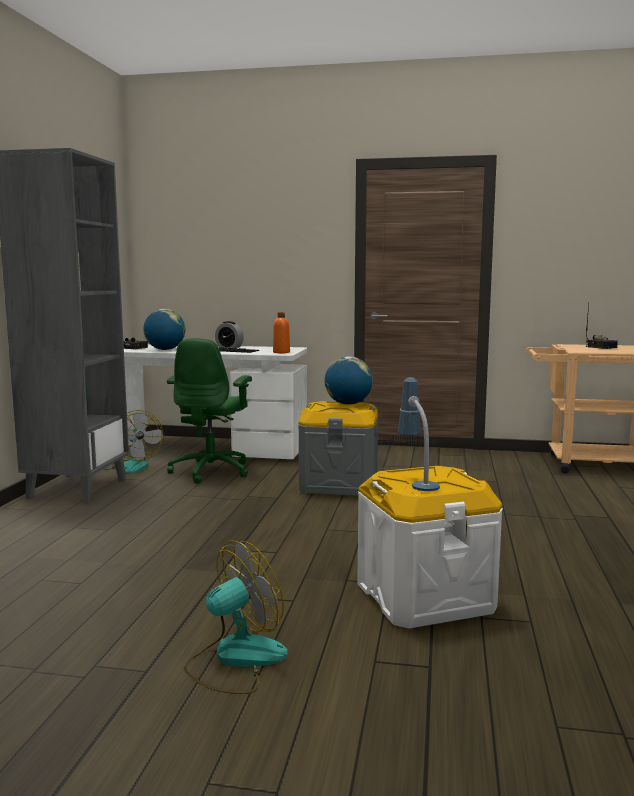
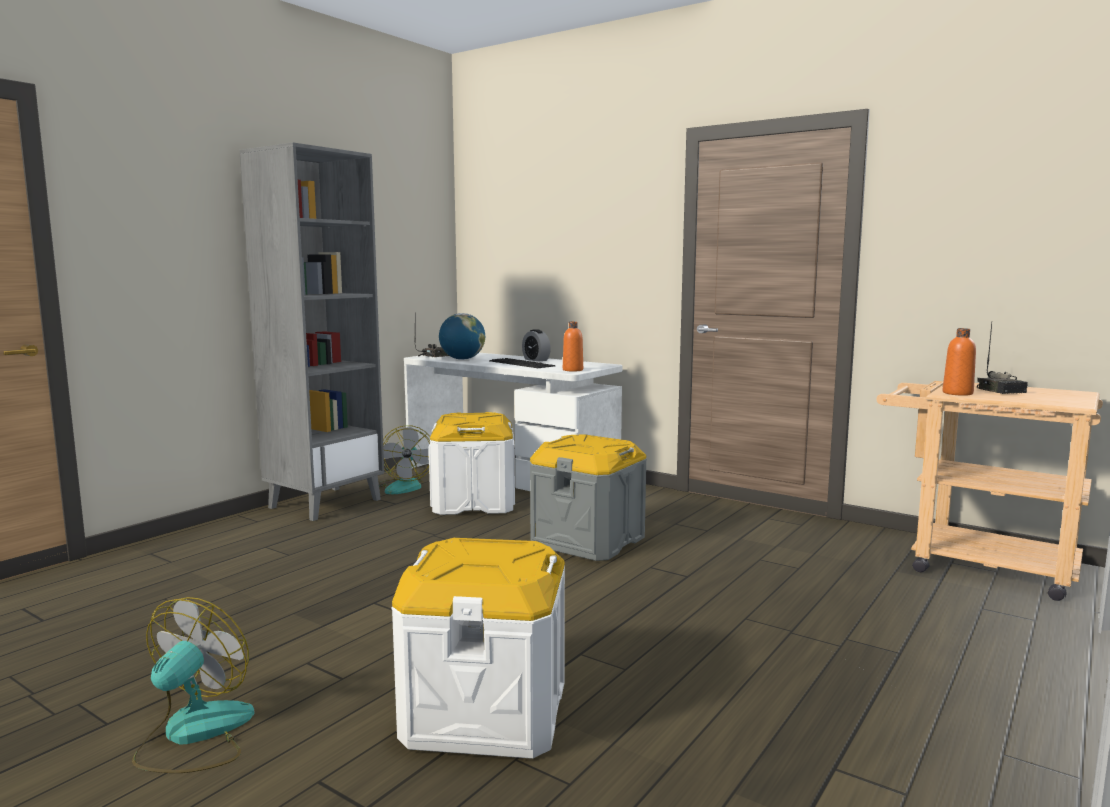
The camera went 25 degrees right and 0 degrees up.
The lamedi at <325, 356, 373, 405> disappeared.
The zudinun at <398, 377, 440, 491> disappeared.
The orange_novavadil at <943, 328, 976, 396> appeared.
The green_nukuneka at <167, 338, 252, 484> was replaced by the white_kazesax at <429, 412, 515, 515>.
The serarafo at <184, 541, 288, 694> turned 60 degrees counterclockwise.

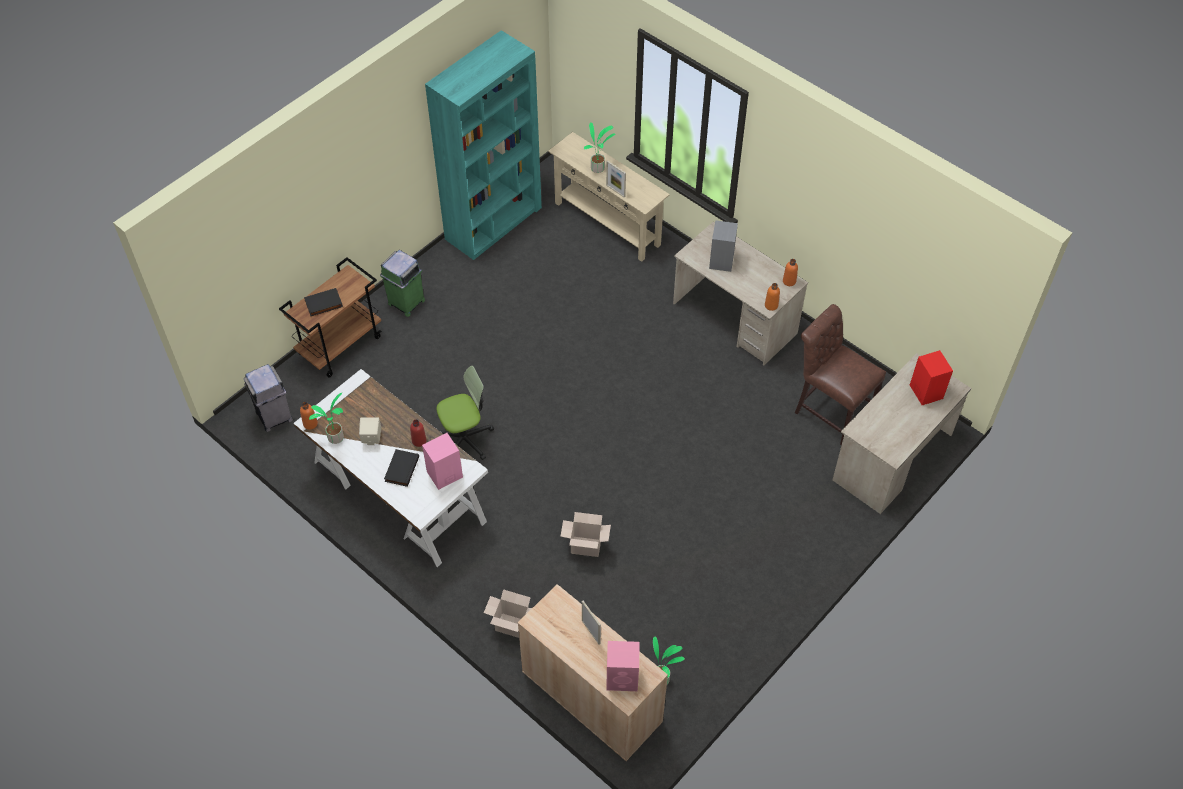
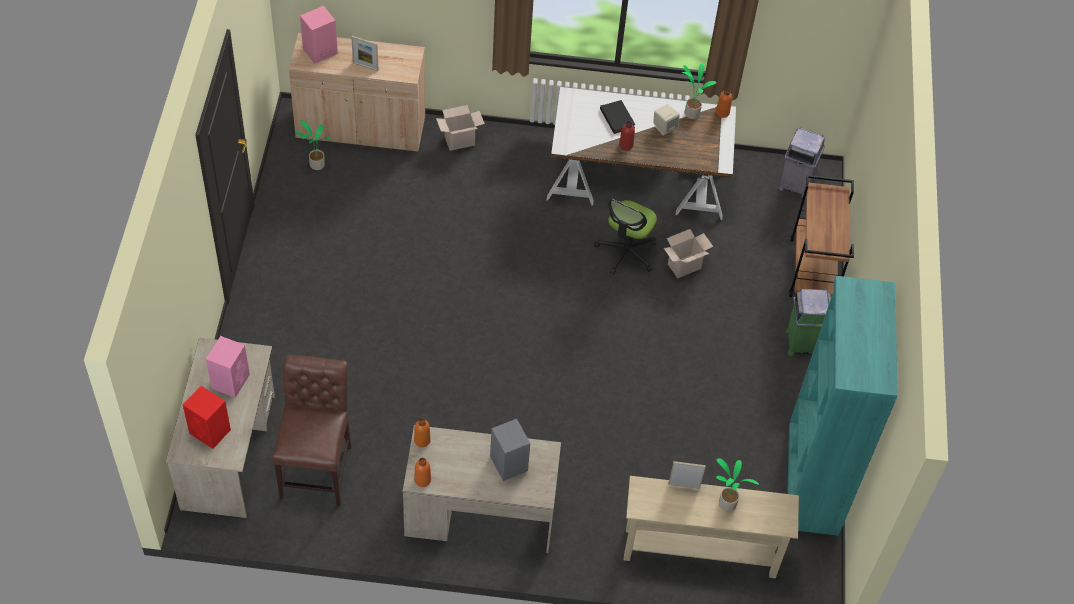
The camera went 140 degrees right and 0 degrees up.
The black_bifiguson at <304, 288, 343, 316> disappeared.
The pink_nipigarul moved from <422, 433, 463, 490> to <206, 336, 250, 398>.
The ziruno moved from <560, 512, 611, 557> to <664, 229, 713, 278>.
The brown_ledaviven at <795, 304, 886, 445> turned 90 degrees counterclockwise.

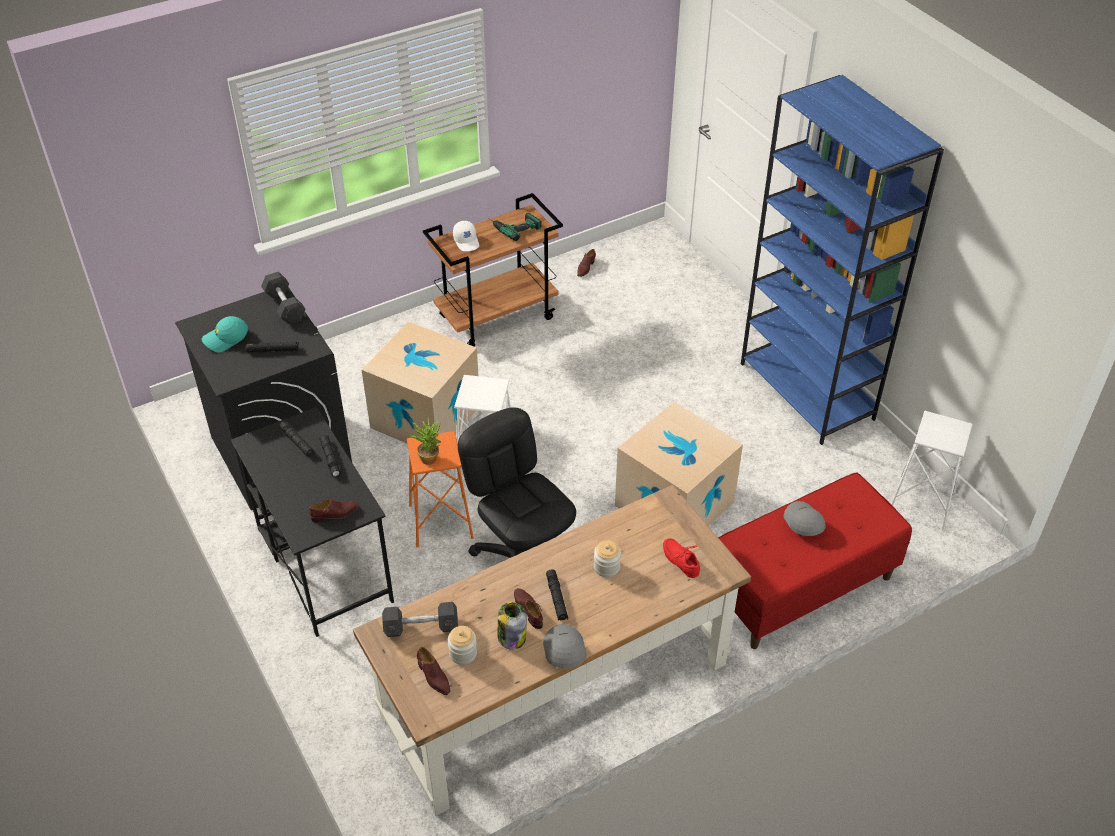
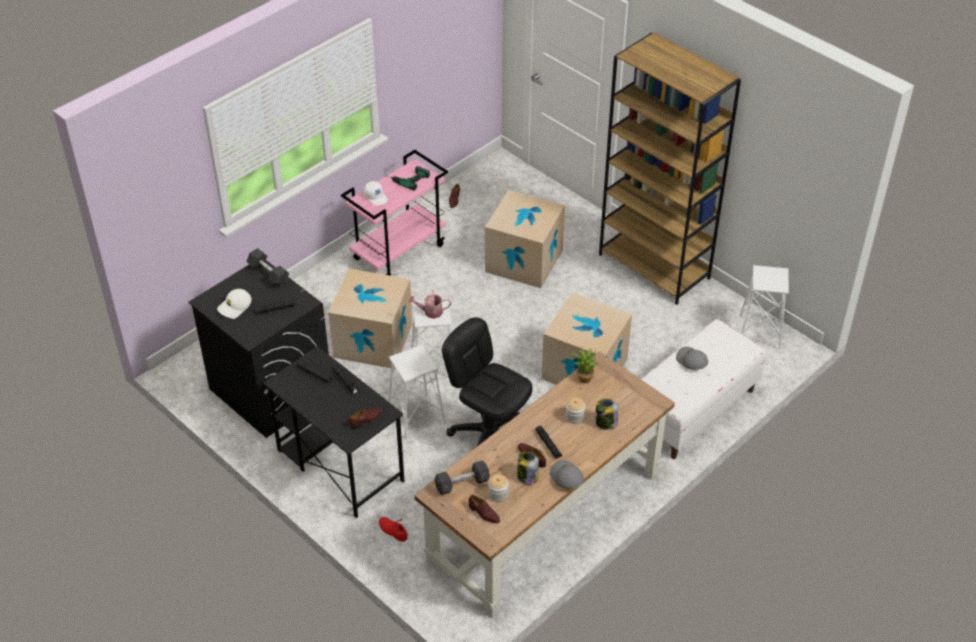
The camera went 15 degrees left and 0 degrees up.
The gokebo at <408, 290, 451, 319> appeared.
The ziruno at <485, 190, 565, 288> appeared.
The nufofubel at <596, 399, 618, 430> appeared.
The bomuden moved from <410, 418, 442, 465> to <572, 346, 599, 383>.
The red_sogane moved from <663, 538, 700, 578> to <379, 517, 408, 542>.
The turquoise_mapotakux at <202, 316, 248, 353> became the white_mapotakux at <217, 289, 251, 319>.
The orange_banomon at <407, 431, 474, 547> became the white_banomon at <388, 345, 446, 439>.
The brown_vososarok at <423, 193, 563, 347> became the pink_vososarok at <341, 150, 448, 276>.
The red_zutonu at <718, 472, 912, 649> became the white_zutonu at <641, 319, 766, 459>.
The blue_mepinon at <741, 75, 944, 445> became the brown_mepinon at <599, 33, 741, 305>.

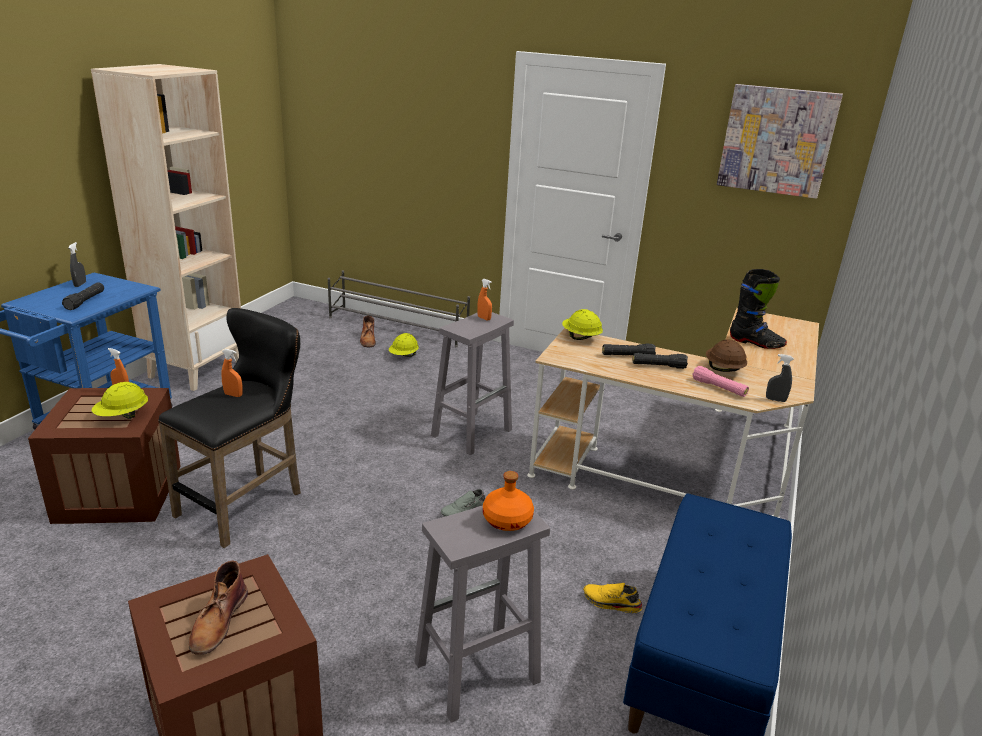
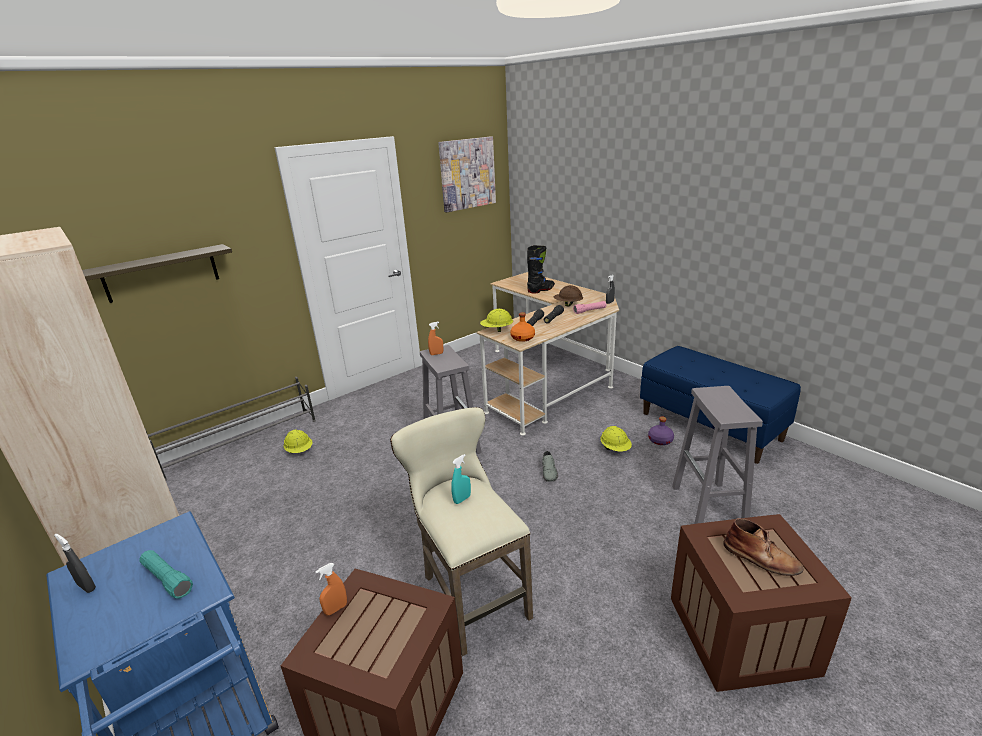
The camera went 60 degrees left and 0 degrees up.
The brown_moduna at <360, 316, 376, 347> disappeared.
The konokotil at <82, 244, 232, 303> appeared.
The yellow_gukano moved from <92, 382, 148, 419> to <600, 426, 632, 451>.
The orange_novavadil moved from <483, 471, 534, 531> to <510, 312, 535, 342>.
The yellow_sogane at <583, 583, 642, 613> was replaced by the purple_novavadil at <648, 416, 674, 445>.
The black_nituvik at <62, 282, 104, 310> became the turquoise_nituvik at <139, 550, 193, 599>.
The black_banomon at <158, 308, 301, 548> became the beige_banomon at <390, 407, 533, 656>.
The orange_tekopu at <221, 349, 243, 397> became the turquoise_tekopu at <451, 454, 471, 504>.

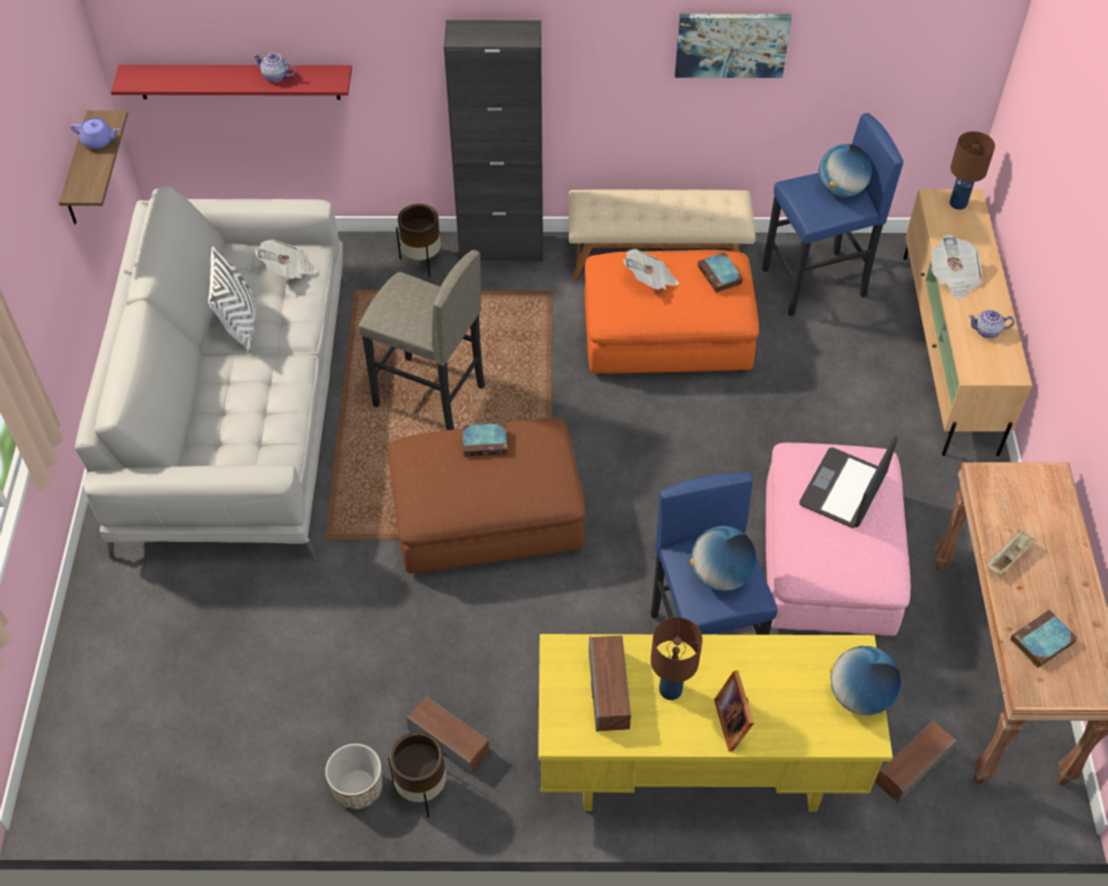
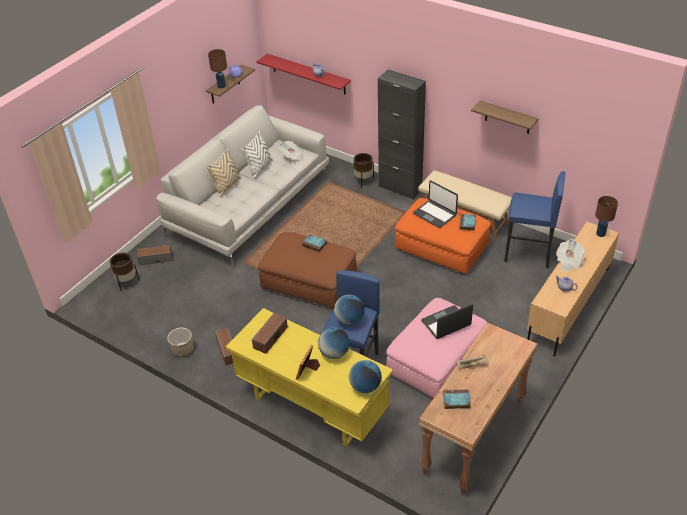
The camera went 35 degrees right and 10 degrees down.
The grey_banomon at <358, 250, 485, 430> disappeared.
The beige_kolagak at <206, 148, 241, 198> appeared.
The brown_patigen moved from <388, 732, 446, 817> to <110, 253, 140, 291>.
The brown_zudinun moved from <651, 617, 703, 700> to <208, 49, 227, 89>.
The lamedi moved from <818, 144, 872, 197> to <318, 327, 350, 359>.
The nipigarul moved from <875, 720, 957, 804> to <137, 245, 172, 265>.
The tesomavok at <623, 249, 679, 290> was replaced by the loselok at <413, 181, 458, 228>.
The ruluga at <675, 14, 792, 78> was replaced by the konokotil at <471, 101, 539, 134>.

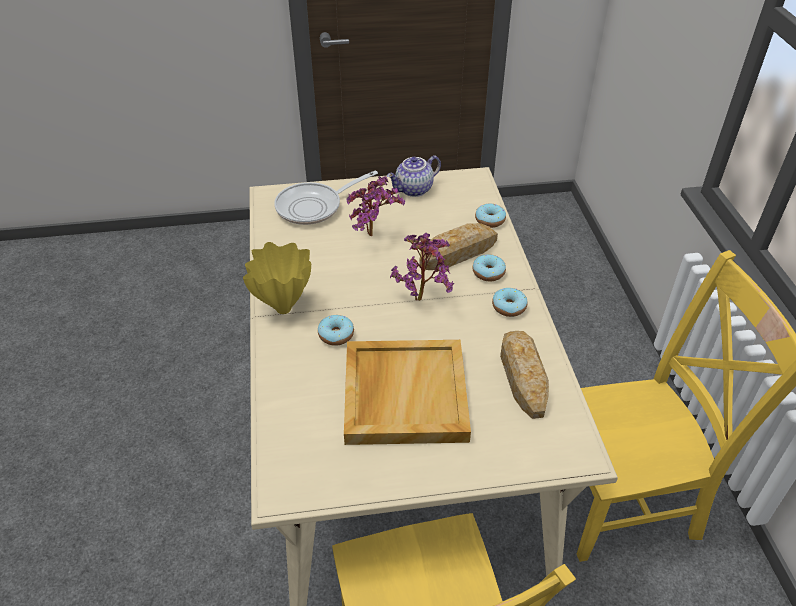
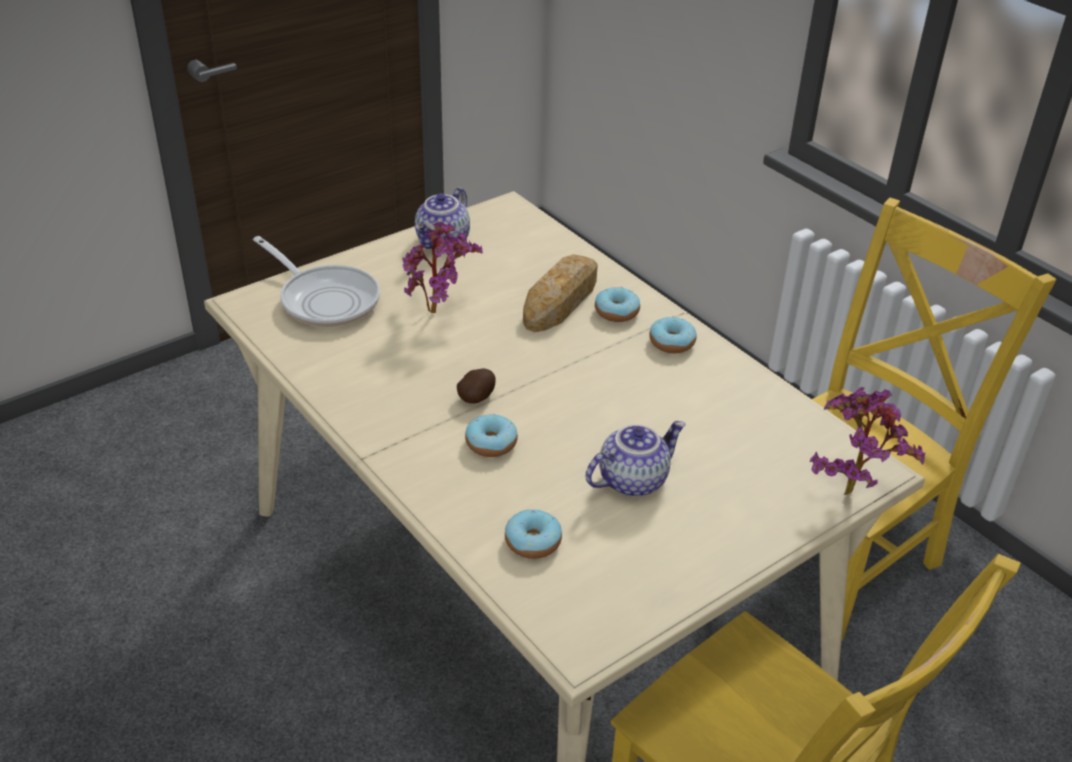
The camera went 30 degrees left and 5 degrees down.
The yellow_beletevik at <243, 242, 311, 314> disappeared.
The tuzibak at <500, 331, 549, 419> disappeared.
The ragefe at <457, 368, 496, 404> appeared.
The bomuden moved from <390, 233, 454, 301> to <810, 387, 925, 495>.
The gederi moved from <475, 203, 506, 228> to <505, 509, 562, 559>.
The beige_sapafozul at <344, 340, 471, 445> was replaced by the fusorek at <586, 421, 686, 497>.
The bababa at <274, 170, 378, 225> turned 75 degrees counterclockwise.

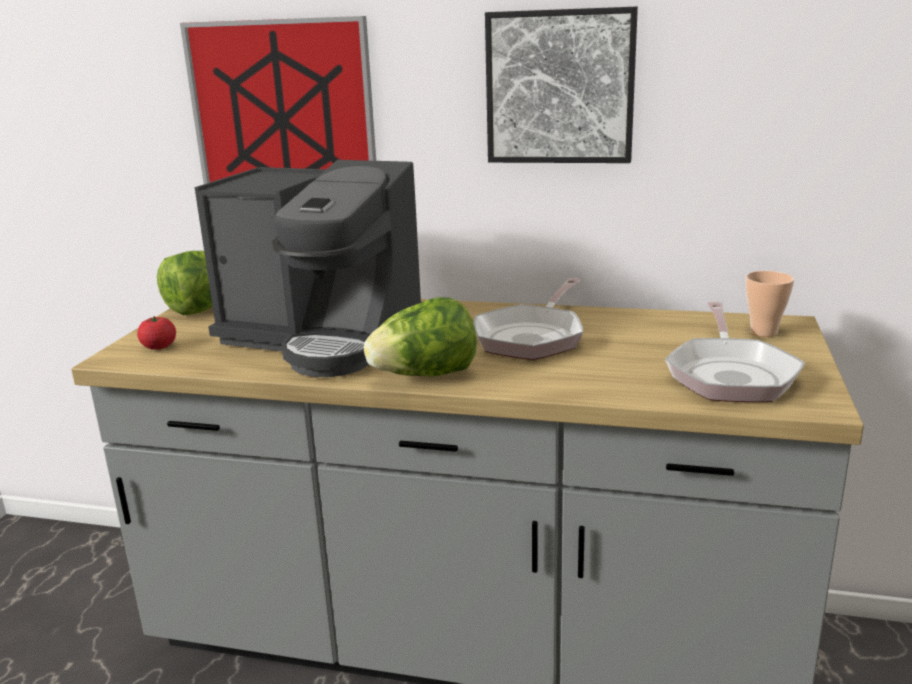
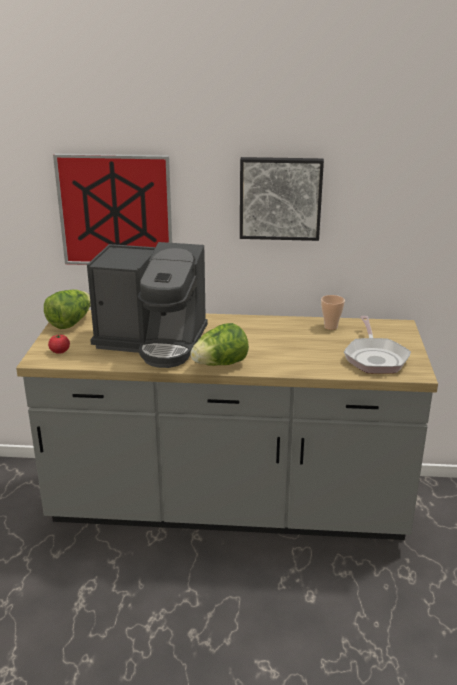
The camera went 10 degrees left and 5 degrees up.
The bababa at <474, 278, 583, 360> disappeared.
The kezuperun moved from <745, 271, 794, 337> to <321, 295, 345, 330>.

